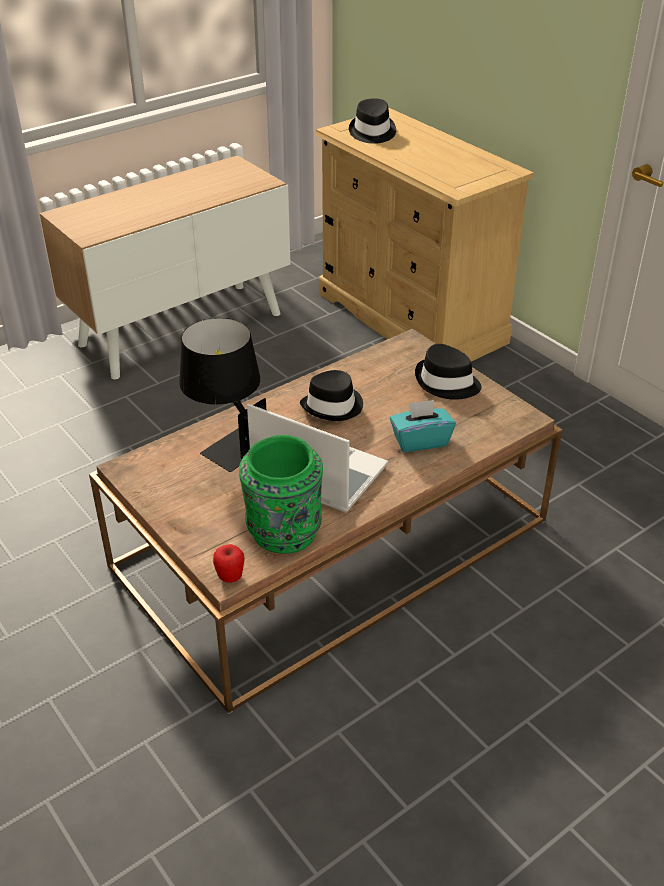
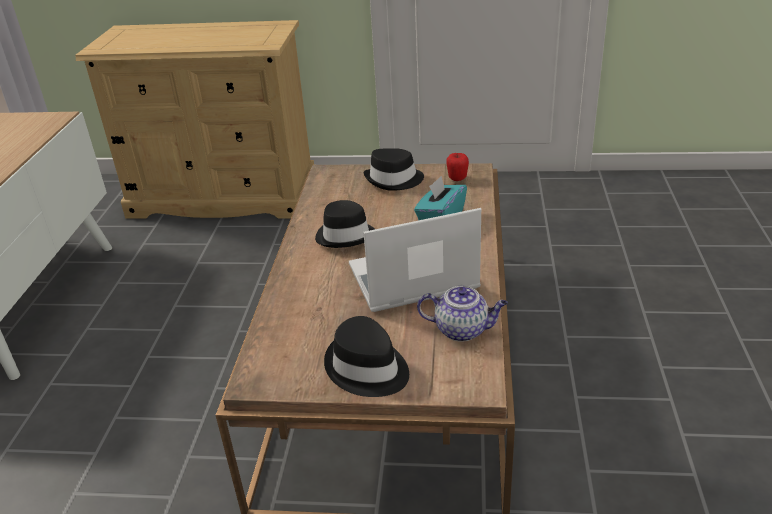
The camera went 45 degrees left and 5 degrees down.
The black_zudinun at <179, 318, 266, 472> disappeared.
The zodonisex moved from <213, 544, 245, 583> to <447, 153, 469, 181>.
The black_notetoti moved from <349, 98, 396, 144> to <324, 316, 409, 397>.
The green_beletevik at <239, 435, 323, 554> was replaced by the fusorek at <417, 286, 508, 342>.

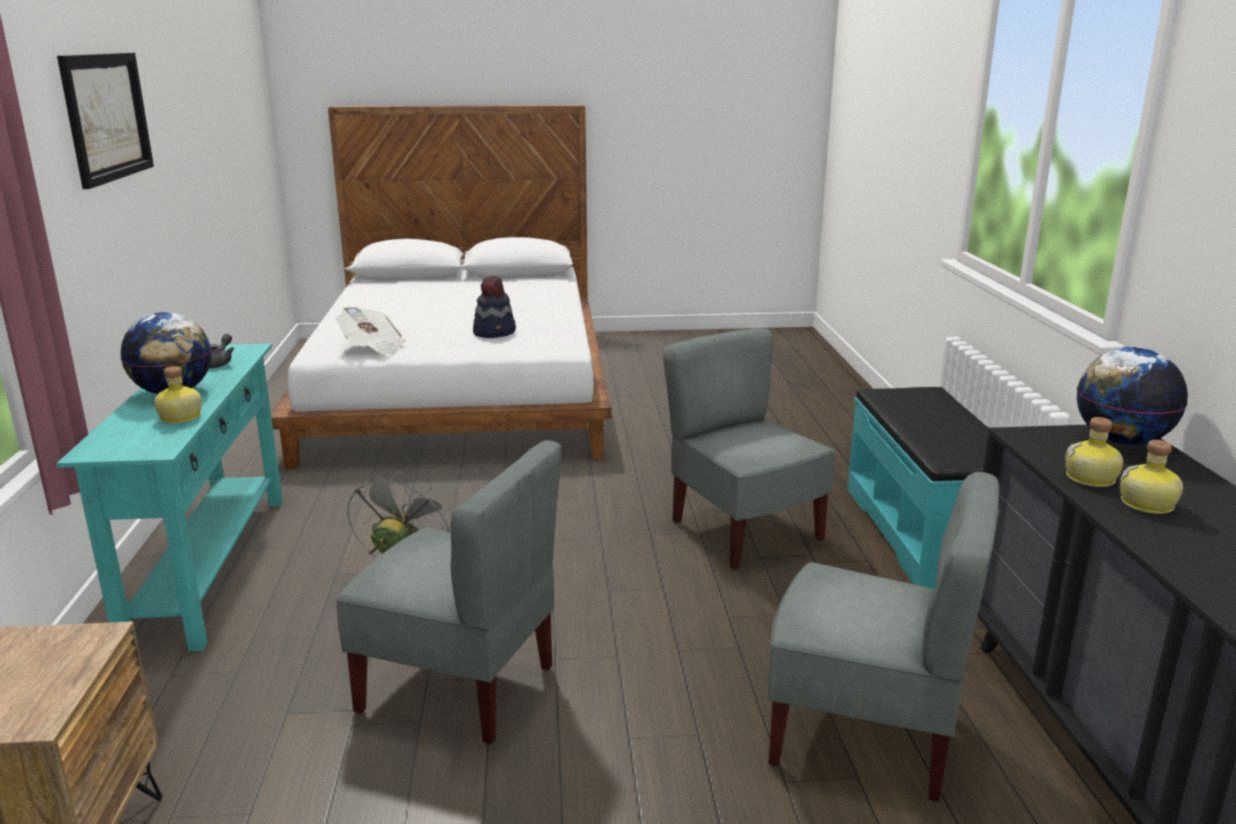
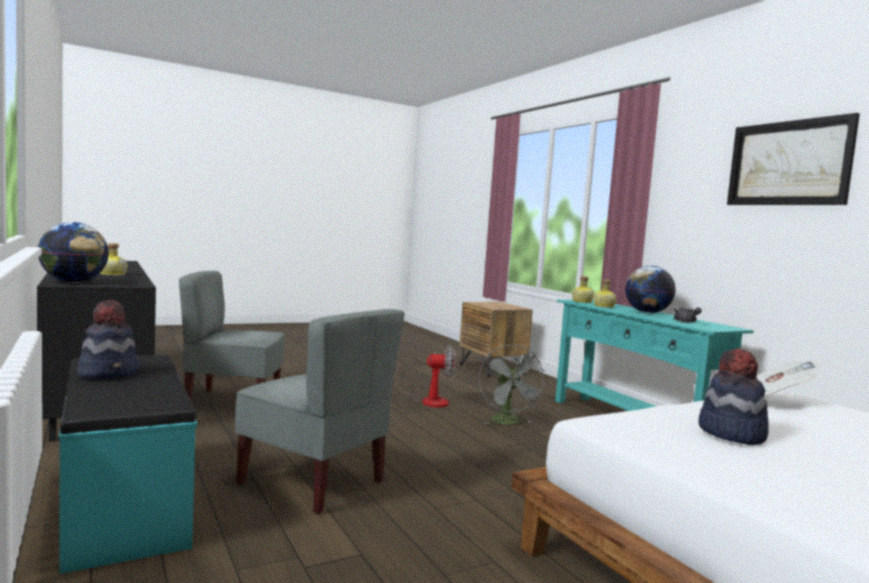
The camera went 155 degrees right and 15 degrees down.
The notetoti at <77, 300, 139, 380> appeared.
The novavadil moved from <1065, 417, 1123, 487> to <572, 276, 594, 303>.
The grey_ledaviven at <336, 440, 561, 744> was replaced by the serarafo at <398, 346, 456, 408>.

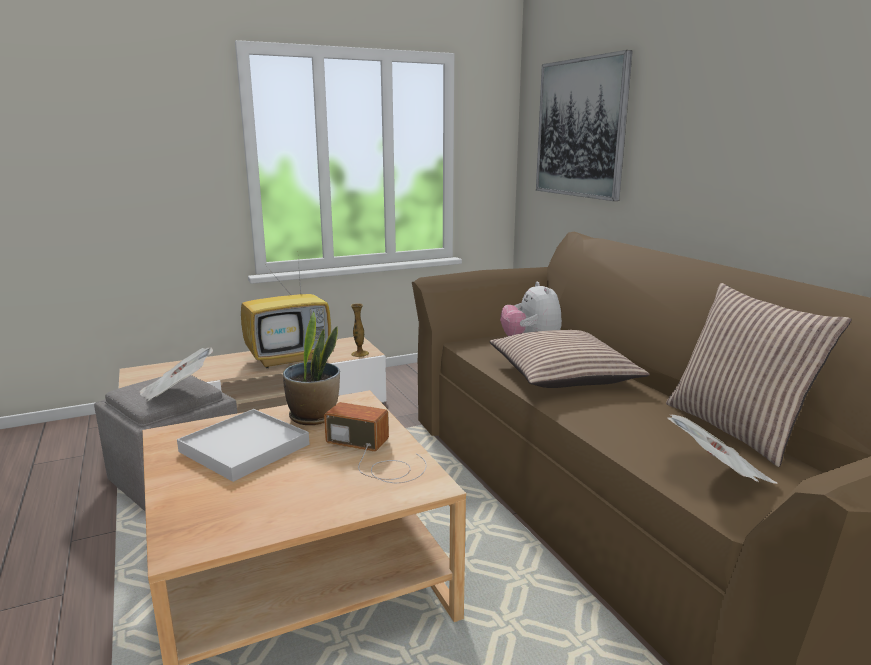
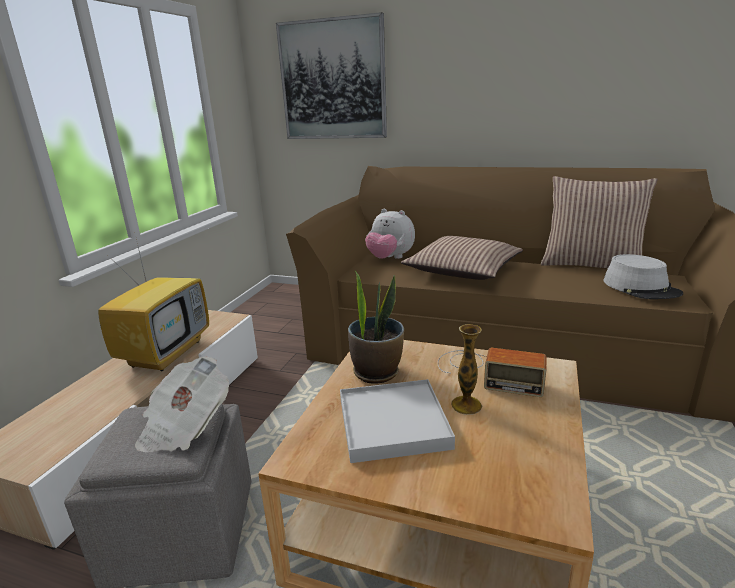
The camera went 45 degrees left and 5 degrees up.
The beletevik moved from <351, 303, 369, 357> to <451, 324, 483, 415>.
The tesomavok at <667, 415, 778, 484> was replaced by the grey_notetoti at <604, 254, 683, 299>.
The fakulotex at <324, 402, 427, 483> turned 135 degrees counterclockwise.

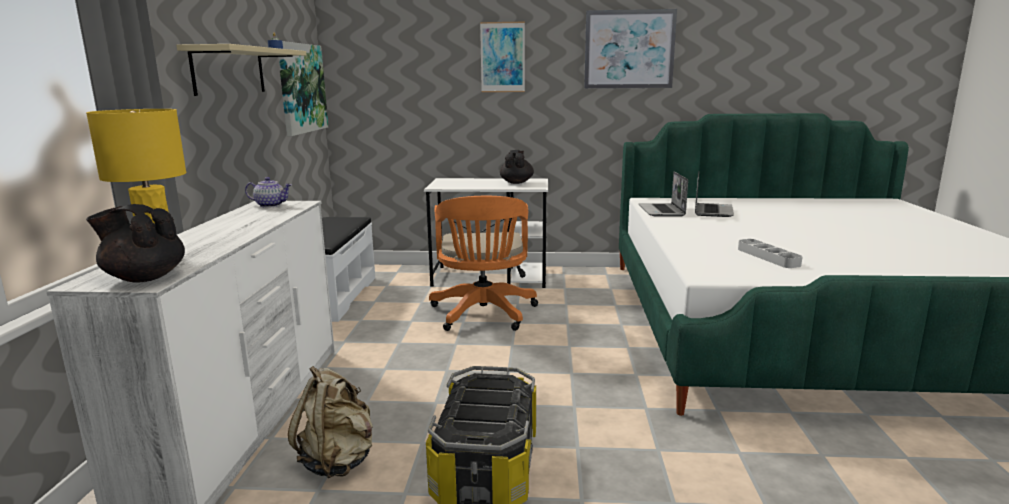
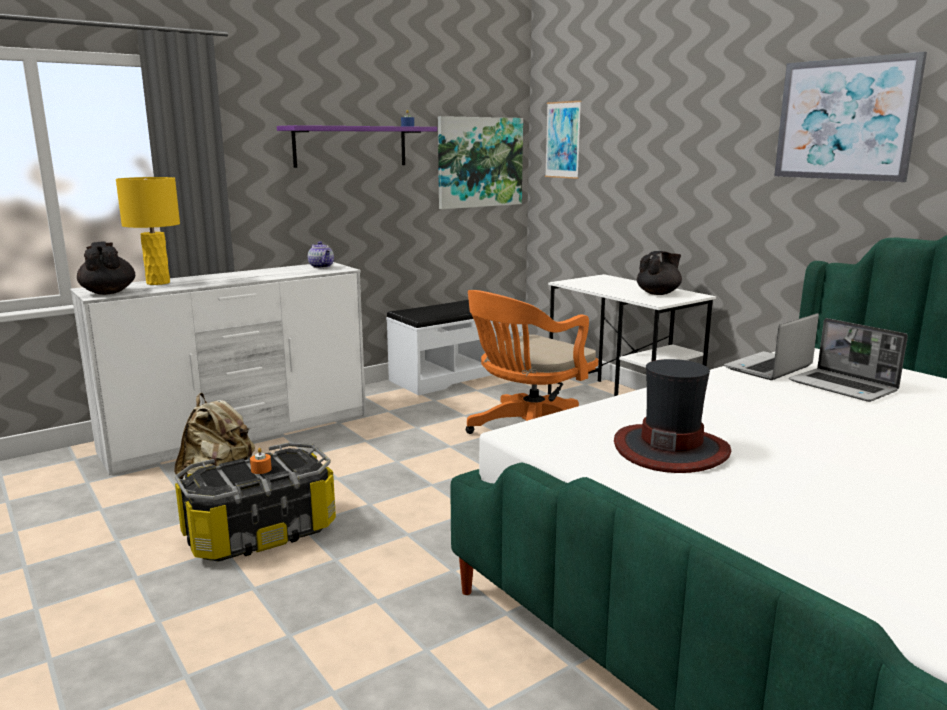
The camera went 50 degrees right and 0 degrees up.
The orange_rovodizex at <250, 448, 272, 474> appeared.
The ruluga moved from <480, 22, 525, 92> to <545, 101, 581, 179>.
The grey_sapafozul at <738, 239, 803, 268> was replaced by the notetoti at <614, 359, 732, 473>.
The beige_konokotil at <176, 44, 306, 96> became the purple_konokotil at <277, 125, 437, 168>.
The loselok at <695, 172, 734, 217> turned 75 degrees clockwise.

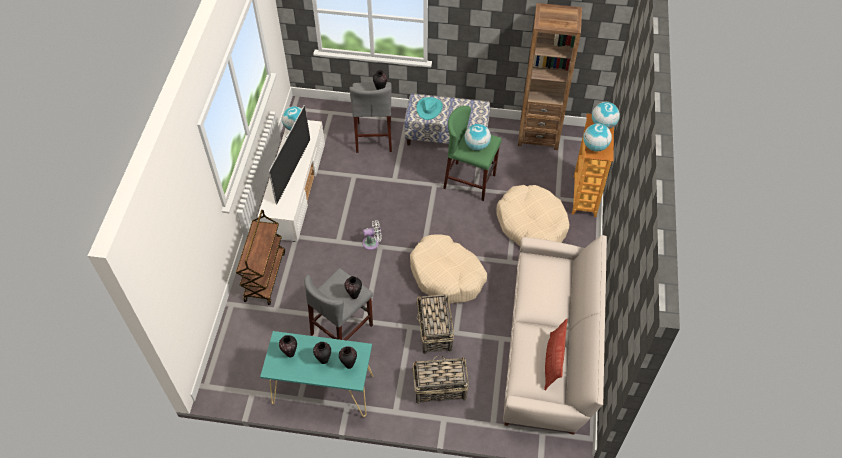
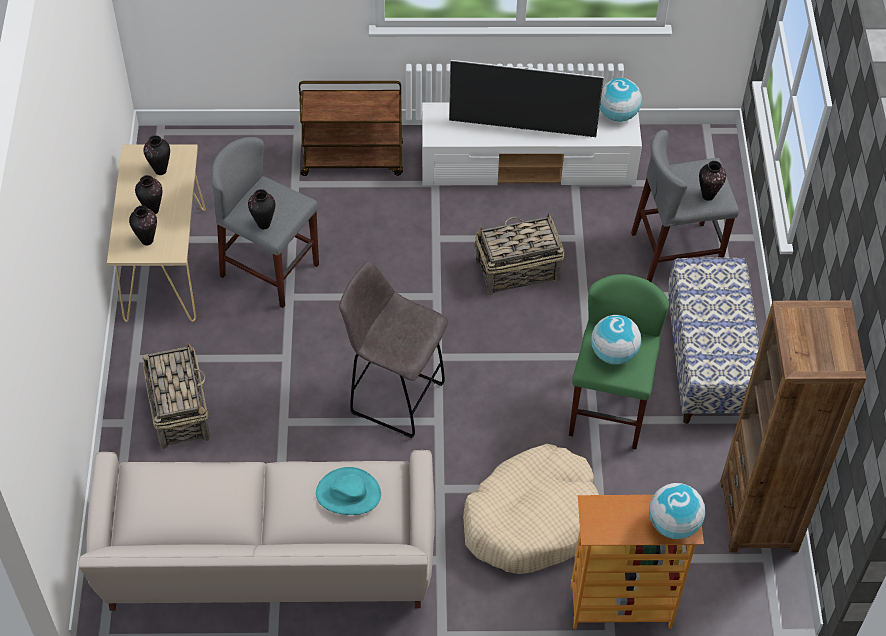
The camera went 80 degrees right and 0 degrees up.
The white_serarafo at <362, 220, 382, 250> disappeared.
The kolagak at <544, 319, 567, 391> disappeared.
The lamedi at <583, 123, 612, 152> disappeared.
The turquoise_notetoti moved from <416, 97, 443, 120> to <316, 467, 381, 515>.
The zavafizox moved from <416, 294, 454, 354> to <474, 213, 564, 296>.
The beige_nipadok at <410, 234, 487, 304> was replaced by the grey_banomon at <339, 261, 448, 438>.
The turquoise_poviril at <260, 331, 374, 417> became the beige_poviril at <107, 144, 206, 322>.

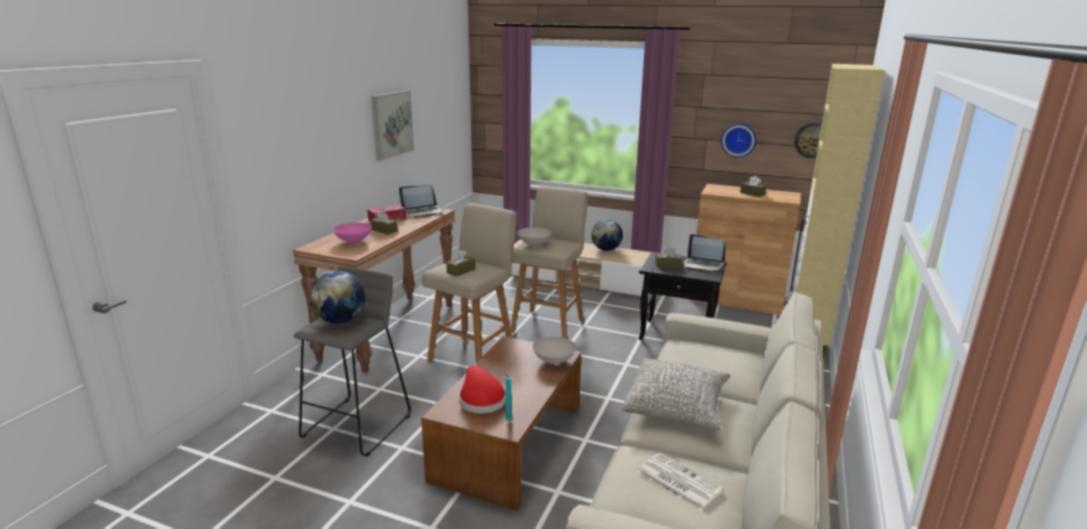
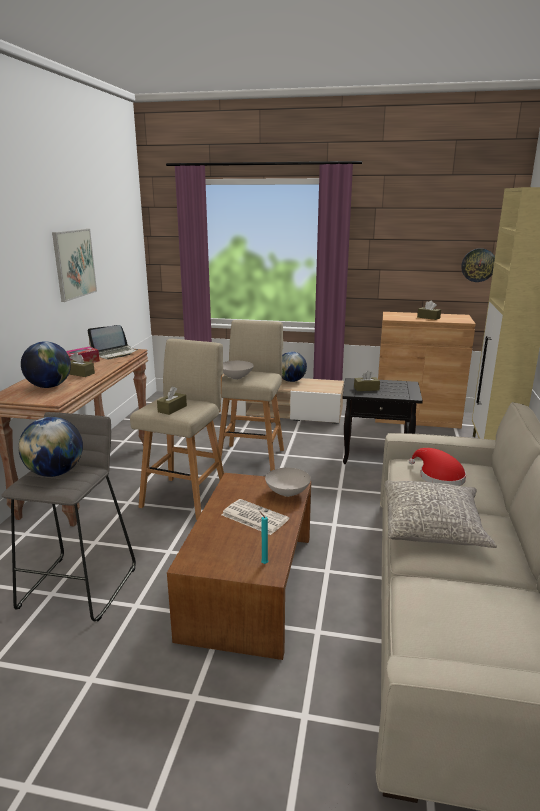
The camera went 10 degrees left and 0 degrees up.
The loselok at <684, 234, 725, 272> disappeared.
The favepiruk at <721, 123, 757, 158> disappeared.
The red_notetoti moved from <459, 366, 506, 413> to <409, 448, 466, 486>.
The tesomavok moved from <636, 453, 723, 512> to <222, 499, 289, 535>.
The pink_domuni at <333, 223, 372, 244> was replaced by the lamedi at <21, 341, 71, 388>.

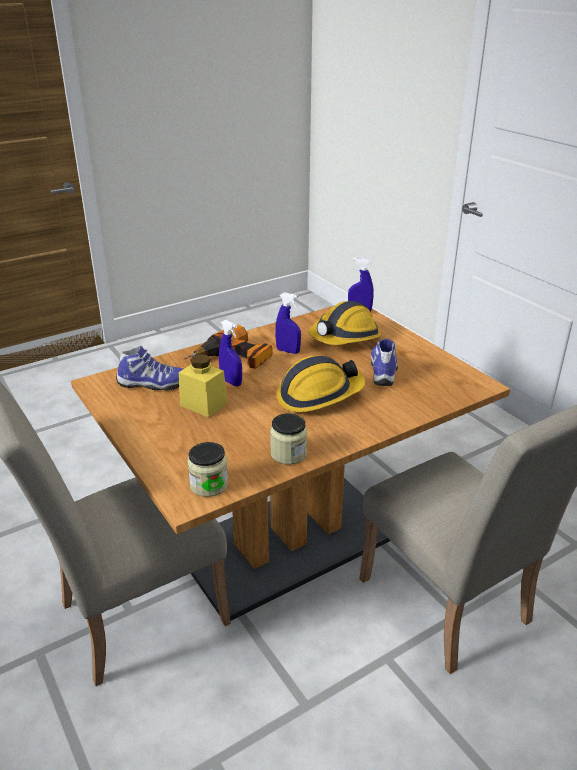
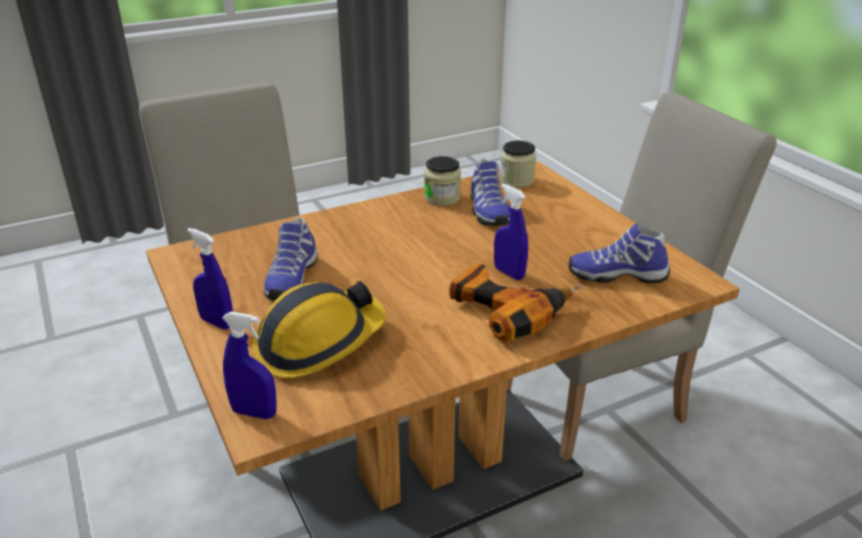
The camera went 175 degrees left and 0 degrees up.
The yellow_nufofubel at <179, 354, 228, 417> disappeared.
The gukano at <277, 355, 366, 412> disappeared.
The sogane at <471, 158, 510, 226> appeared.
The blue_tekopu moved from <275, 292, 301, 354> to <187, 228, 233, 330>.

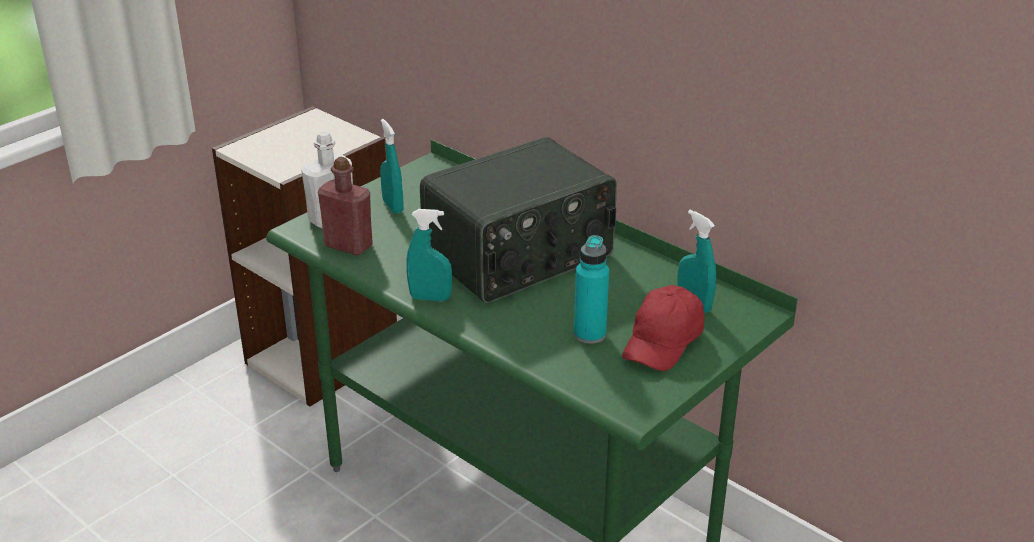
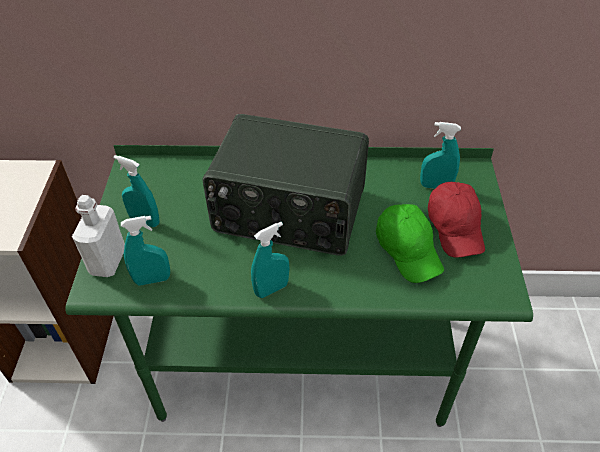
The camera went 40 degrees left and 15 degrees up.
The red_novavadil at <318, 157, 373, 256> was replaced by the turquoise_tekopu at <121, 216, 170, 285>.
The turquoise_novavadil at <574, 235, 609, 344> was replaced by the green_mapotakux at <376, 204, 444, 283>.
The fakulotex at <420, 137, 617, 303> turned 90 degrees clockwise.

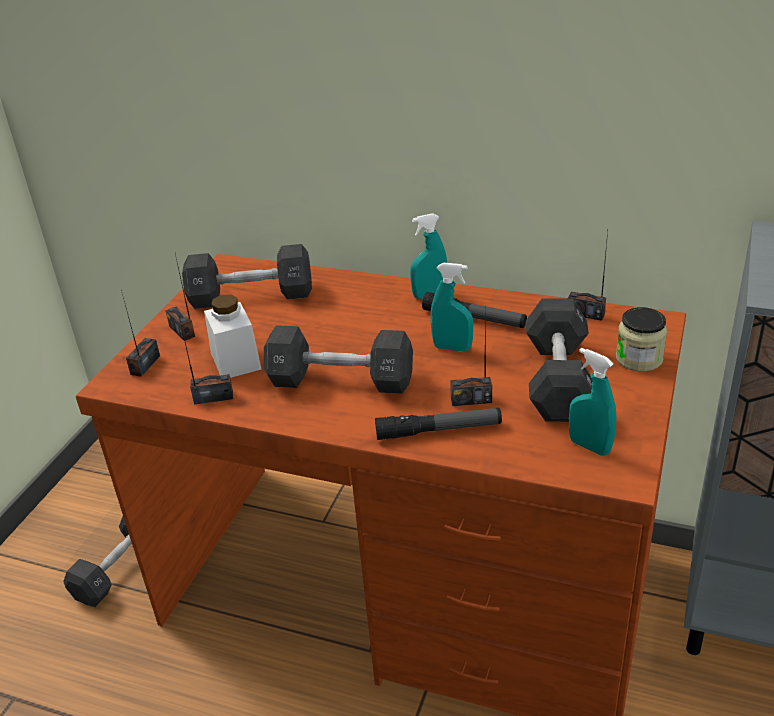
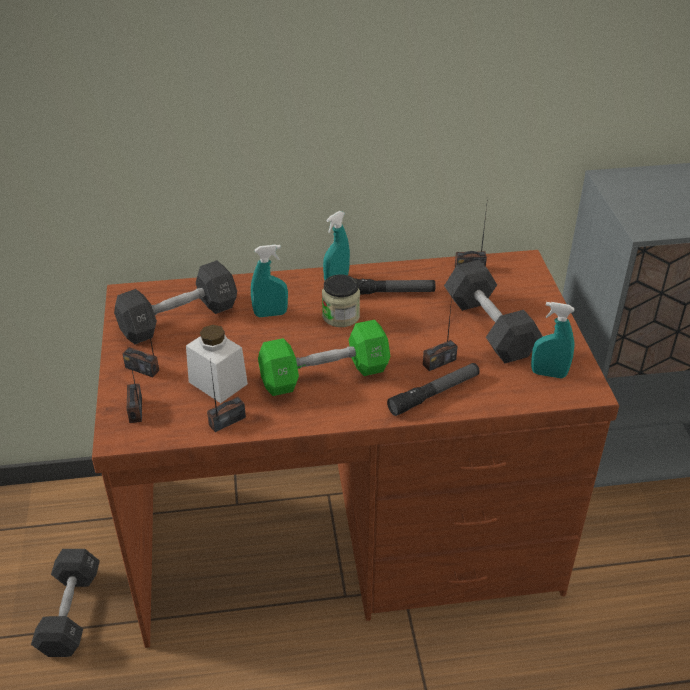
The camera went 30 degrees left and 5 degrees up.
The turquoise_tekopu moved from <431, 263, 473, 352> to <251, 244, 288, 317>.
The nufofubel moved from <616, 307, 667, 372> to <322, 275, 360, 327>.
The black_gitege at <264, 325, 413, 394> became the green_gitege at <258, 320, 390, 396>.

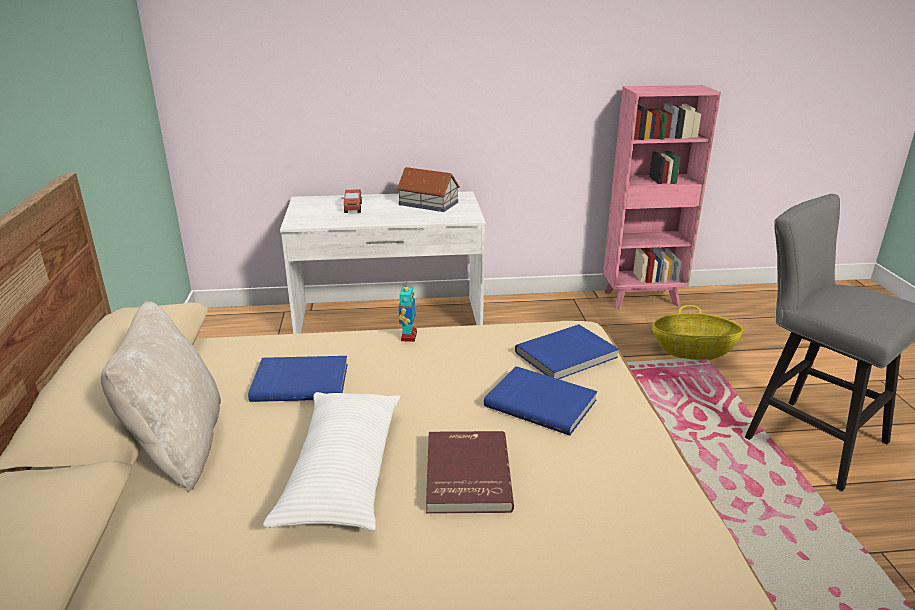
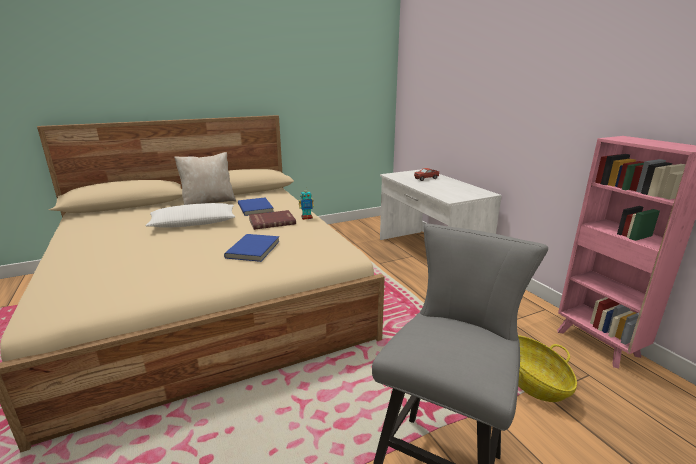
The camera went 70 degrees right and 5 degrees down.
The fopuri at <396, 167, 460, 212> disappeared.
The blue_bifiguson at <515, 324, 619, 379> disappeared.
The red_bifiguson moved from <426, 431, 514, 514> to <249, 210, 296, 230>.

